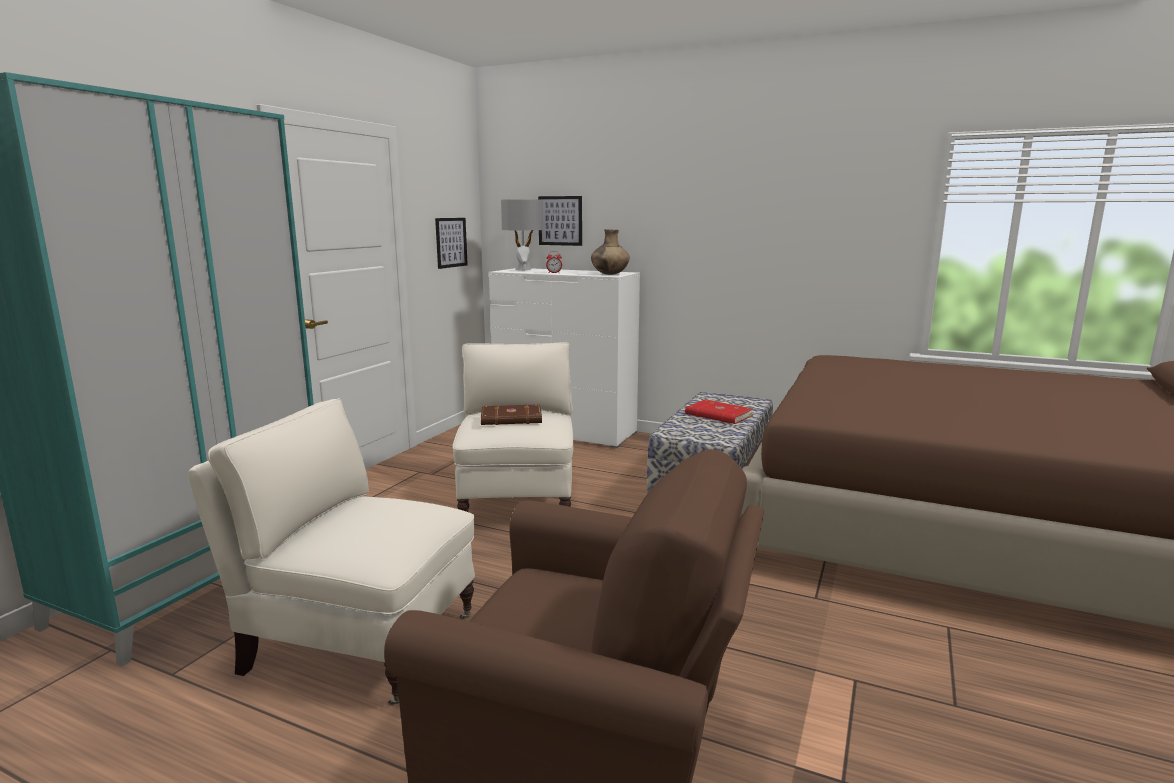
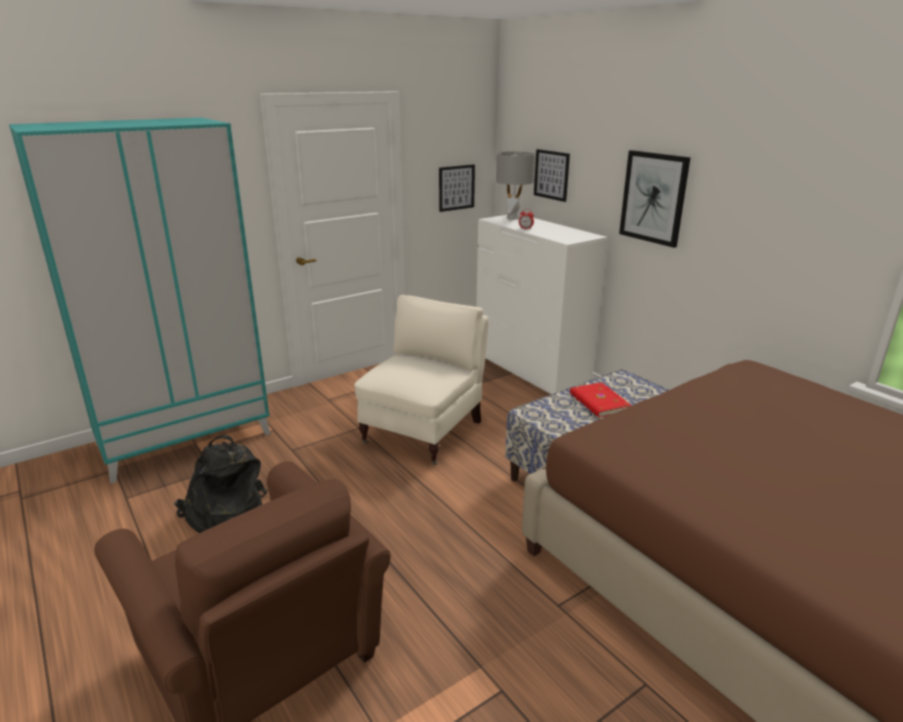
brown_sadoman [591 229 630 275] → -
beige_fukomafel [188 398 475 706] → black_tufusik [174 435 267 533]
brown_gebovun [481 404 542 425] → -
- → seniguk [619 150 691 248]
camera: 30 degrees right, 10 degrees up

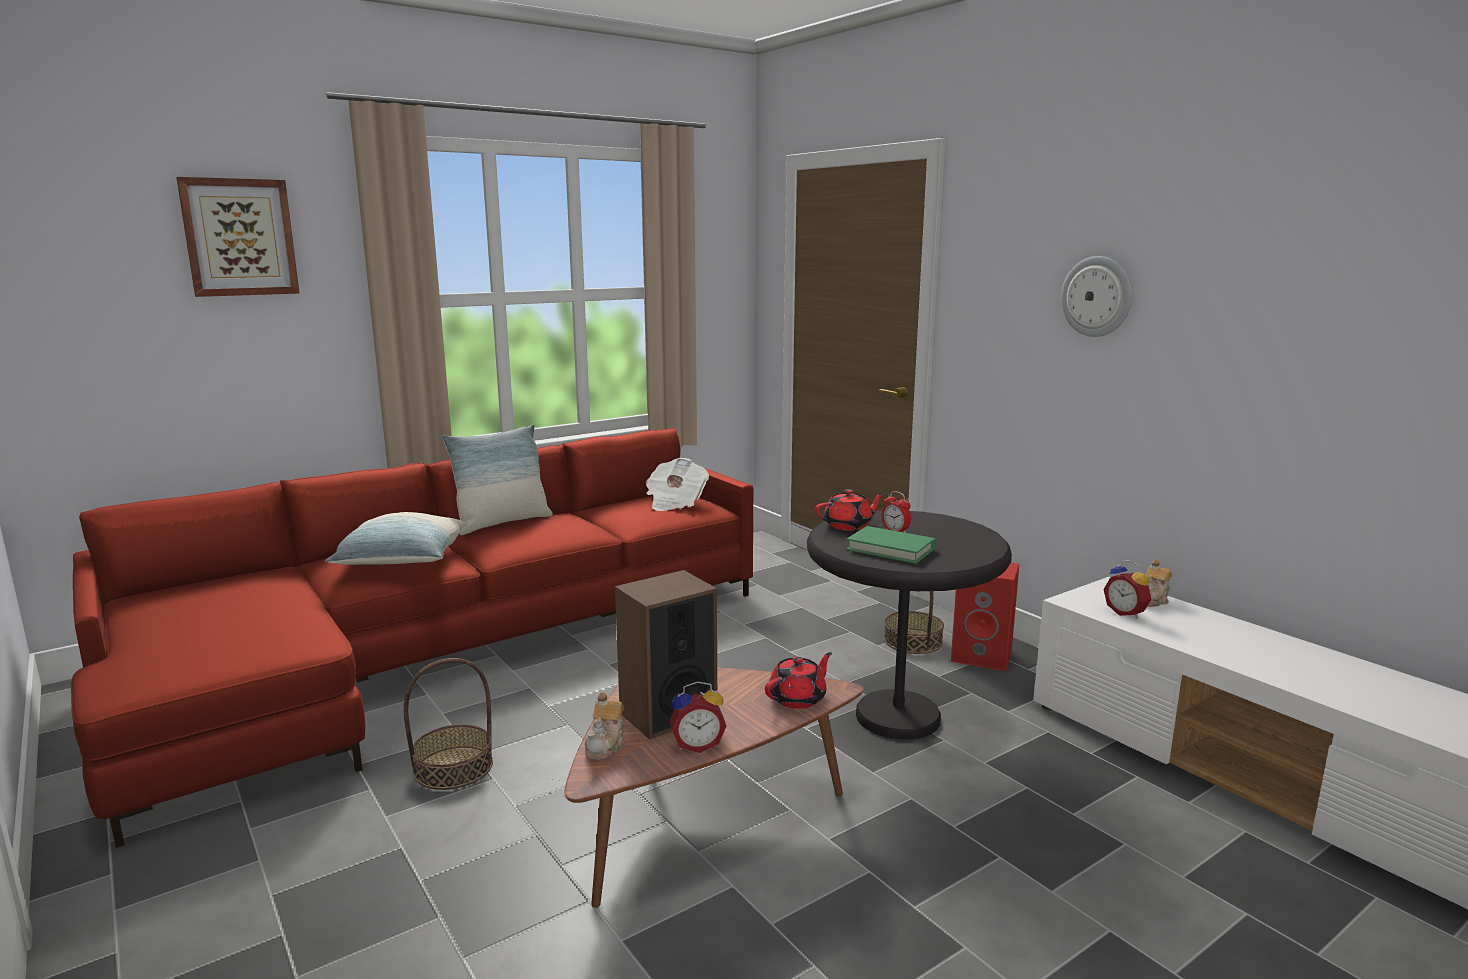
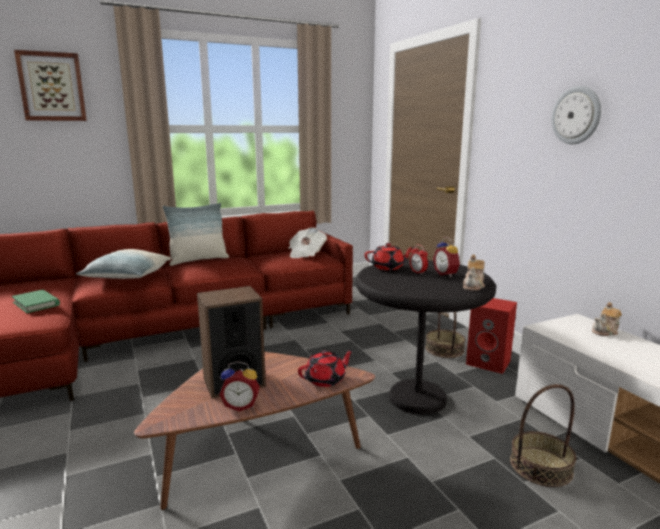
green_gebovun [846 526 936 564] → green_gebovun [12 290 60 313], move
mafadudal [1104 560 1152 619] → mafadudal [433 237 460 278], move
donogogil [404 658 493 790] → donogogil [510 384 576 487], move
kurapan [585 692 626 760] → kurapan [463 255 485 291], move
camera: 10 degrees right, 0 degrees up

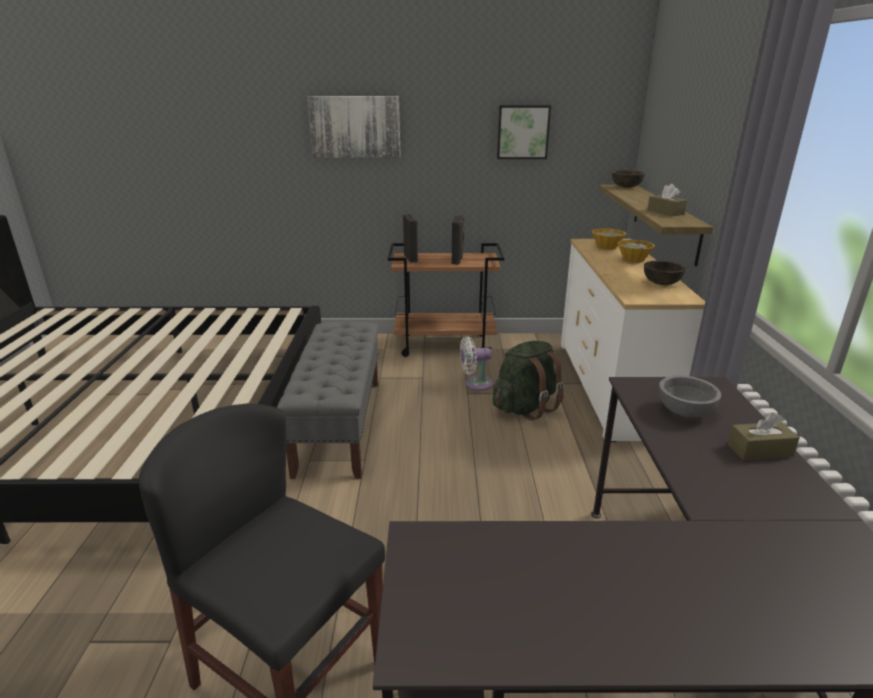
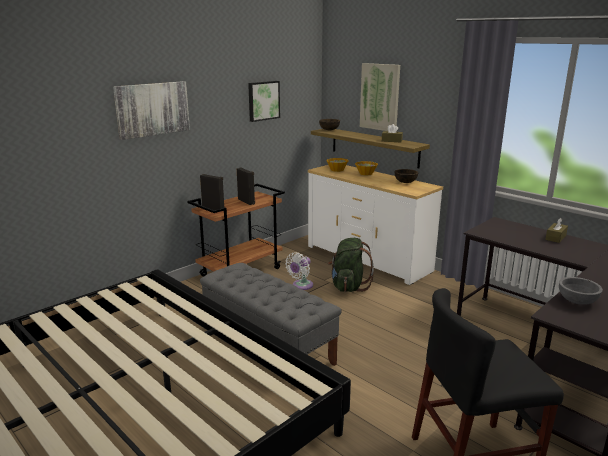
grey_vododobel [659 375 721 417] → grey_vododobel [559 277 603 305], move
- → seniguk [360 63 400 131]
camera: 45 degrees left, 5 degrees down

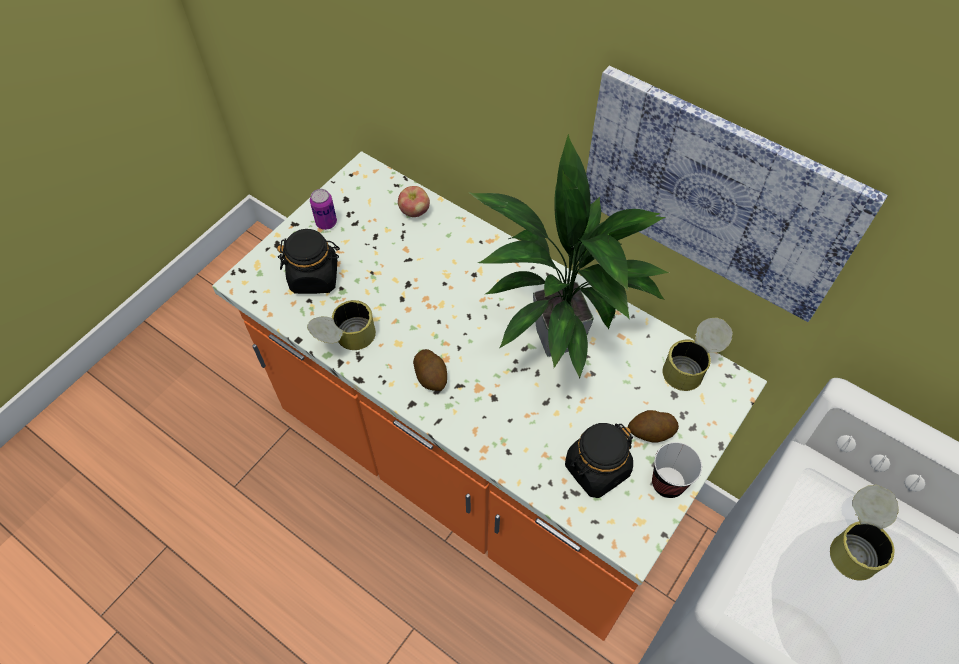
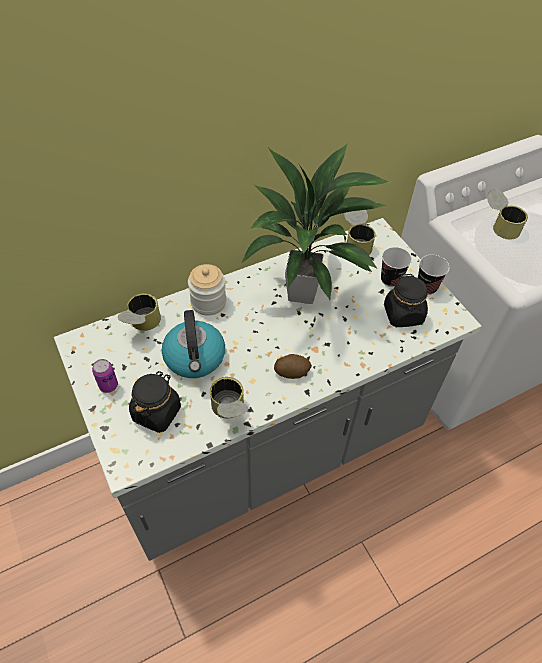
seniguk [586 66 888 322] → -
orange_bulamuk [212 151 767 641] → grey_bulamuk [54 218 481 561]
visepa [398 186 430 217] → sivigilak [118 293 161 331]
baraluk [628 410 679 442] → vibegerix [381 247 412 287]
- → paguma [188 264 226 316]
- → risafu [162 310 225 378]
camera: 65 degrees left, 5 degrees down

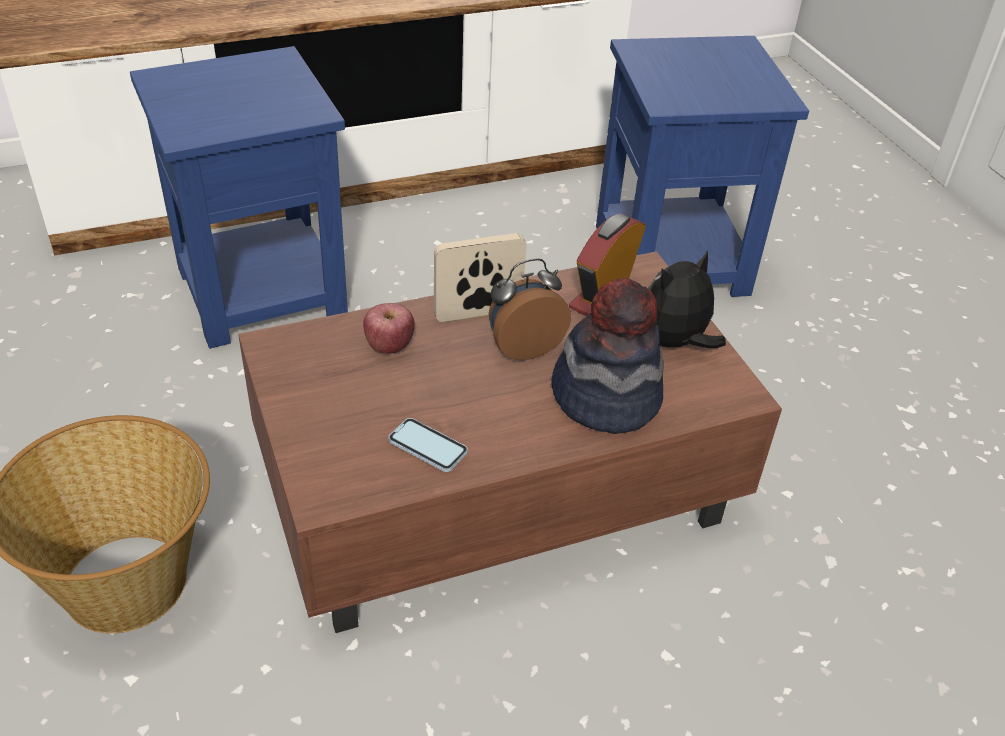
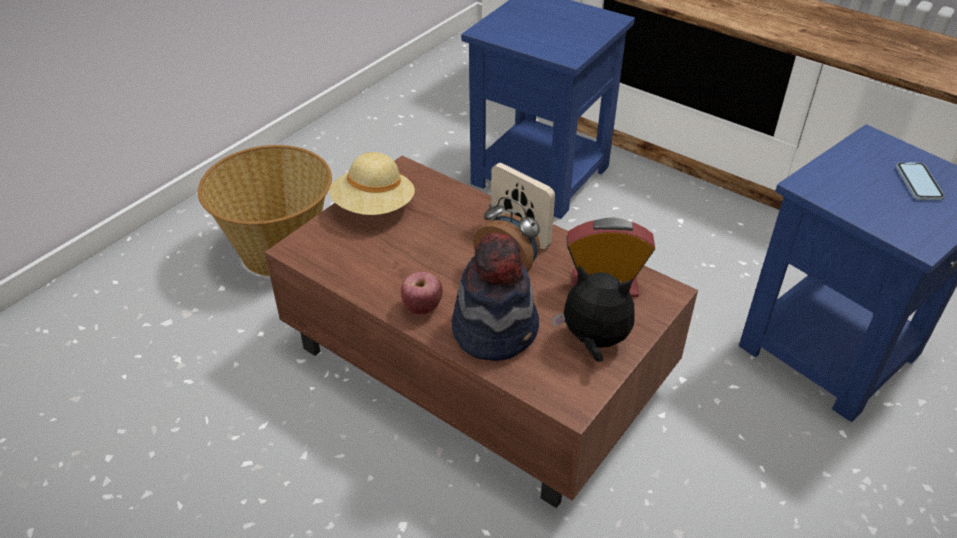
visepa [363 303 415 354] → visepa [401 272 443 314], move
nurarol [388 418 468 472] → nurarol [896 162 945 200], move
- → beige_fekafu [329 152 415 215]
camera: 60 degrees right, 0 degrees up

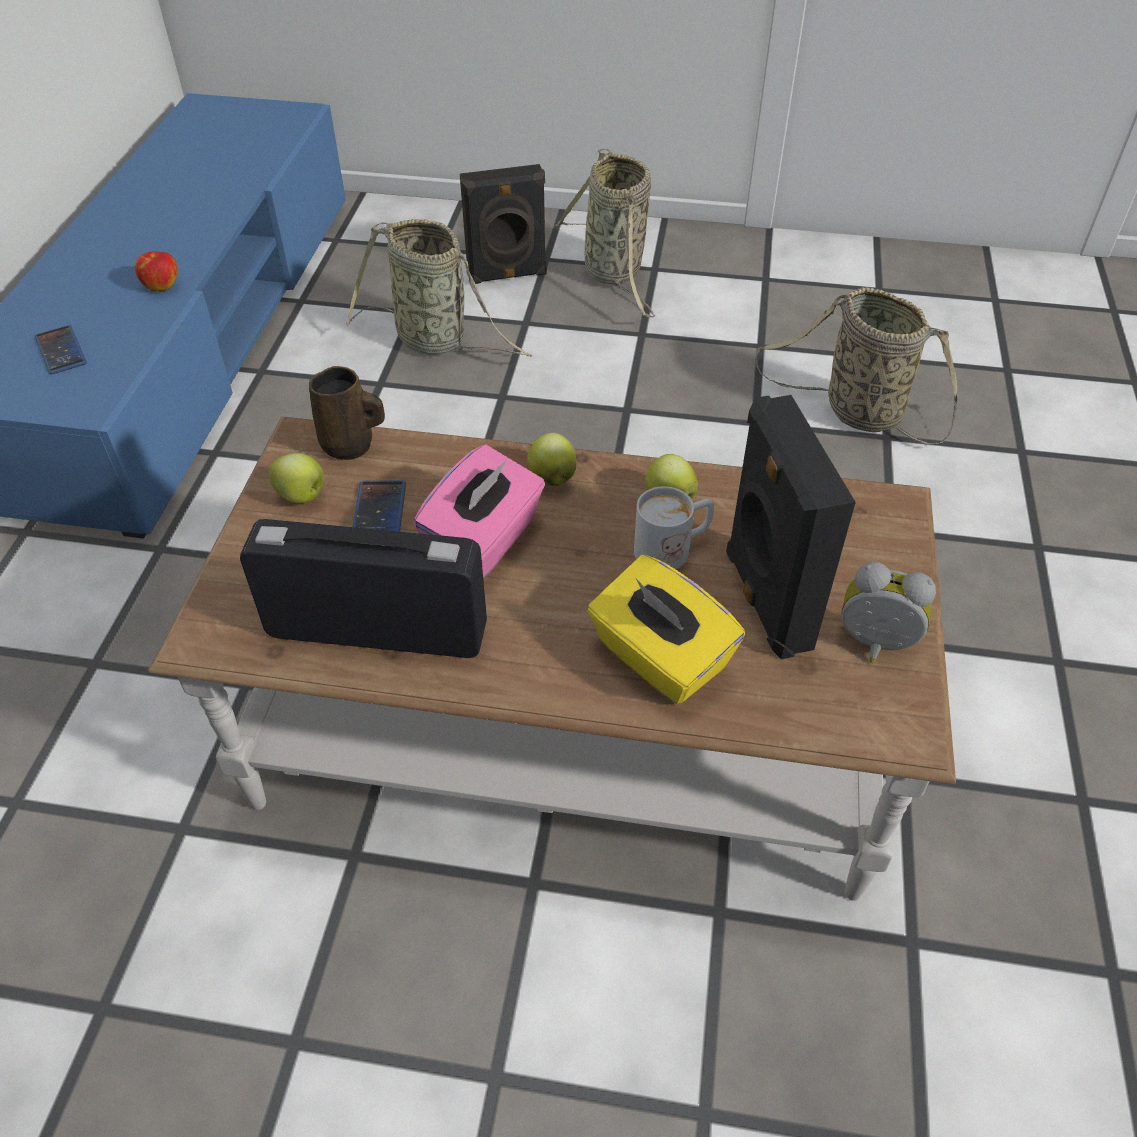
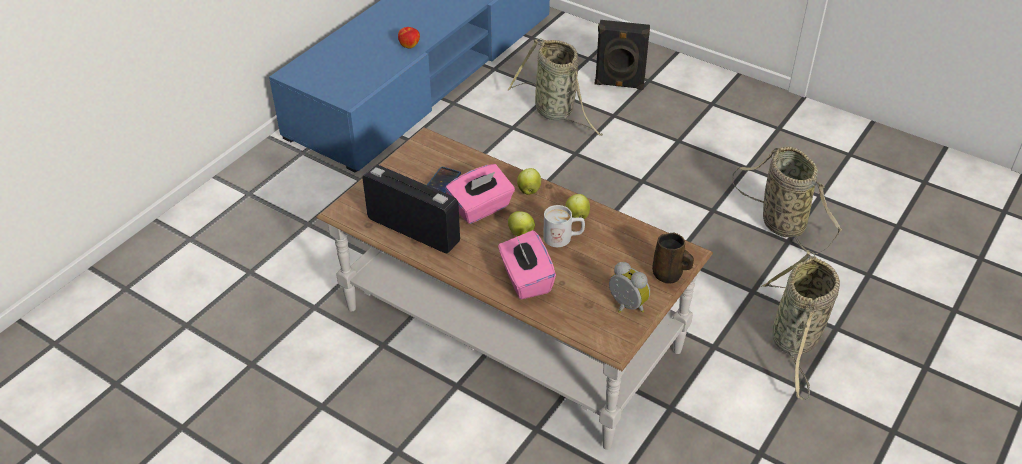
donogogil [555 149 656 317] → donogogil [761 250 840 400], move
nurarol [35 325 87 374] → -
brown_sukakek [309 366 385 460] → brown_sukakek [652 232 694 284], move
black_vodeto [726 395 856 659] → -
visepa [269 453 324 503] → visepa [508 211 535 236], move
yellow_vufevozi [587 555 745 704] → pink_vufevozi [498 230 556 300]
camera: 25 degrees right, 5 degrees down

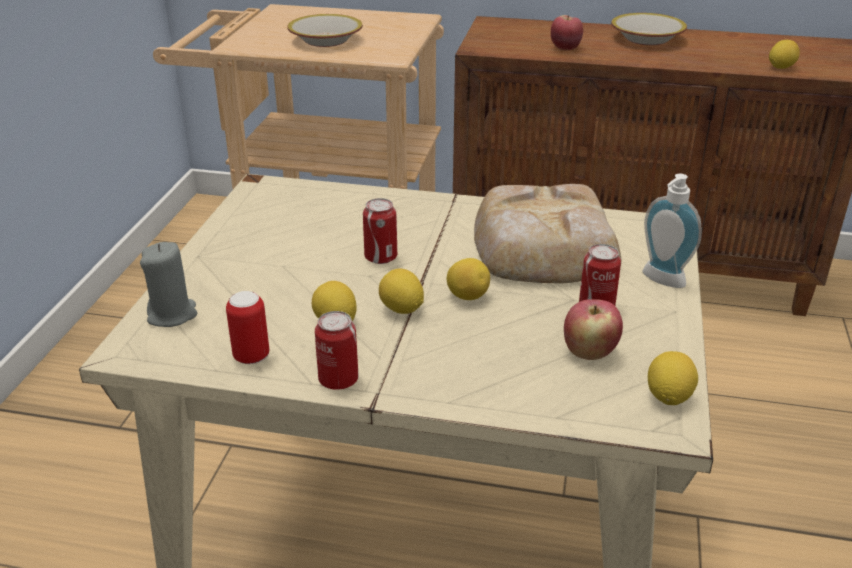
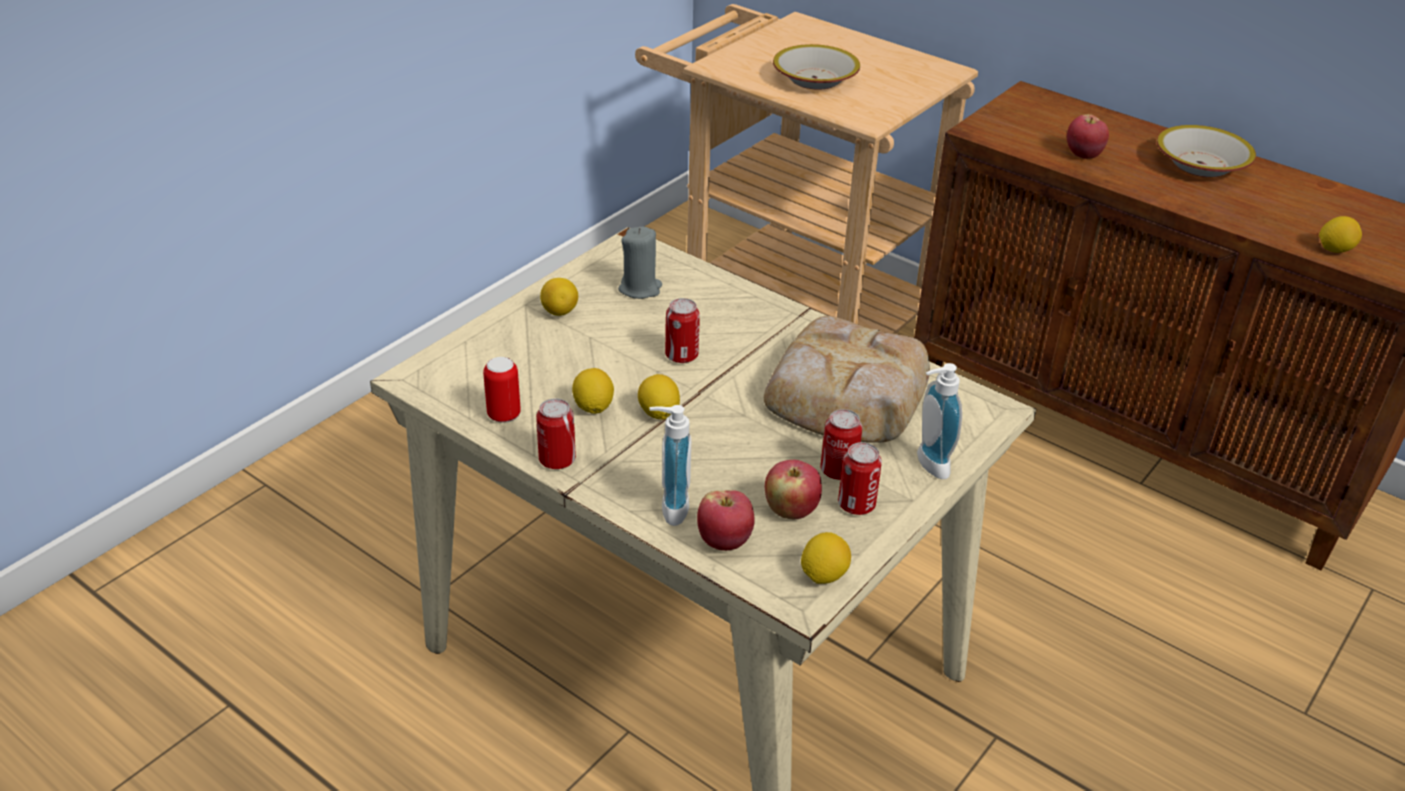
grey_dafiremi [140 242 197 327] → grey_dafiremi [618 227 662 299], move
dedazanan [447 258 490 300] → dedazanan [540 278 578 316], move
- → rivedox [649 405 691 526]
- → sivigilak [838 442 882 515]
- → visepa [697 490 755 551]
camera: 25 degrees right, 5 degrees up

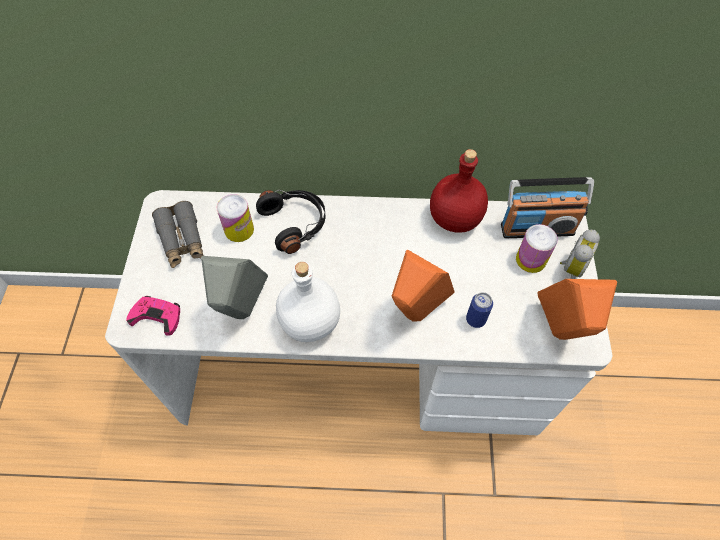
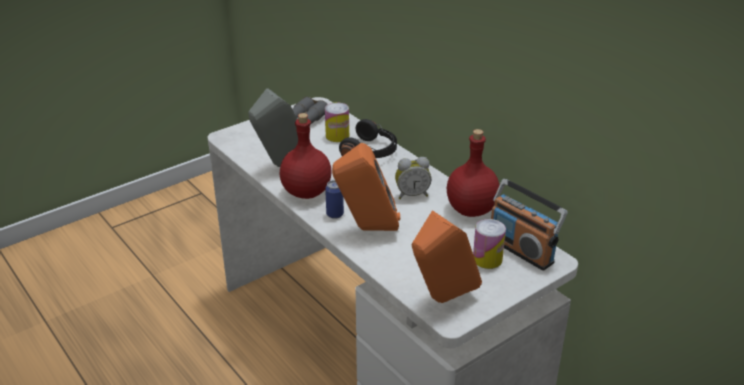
mafadudal [560 230 600 279] → mafadudal [395 157 431 199], move
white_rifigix [276 262 340 342] → red_rifigix [280 113 332 199]
sivigilak [466 292 493 328] → sivigilak [325 180 344 219], move
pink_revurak [126 296 180 336] → -
camera: 50 degrees right, 25 degrees down

